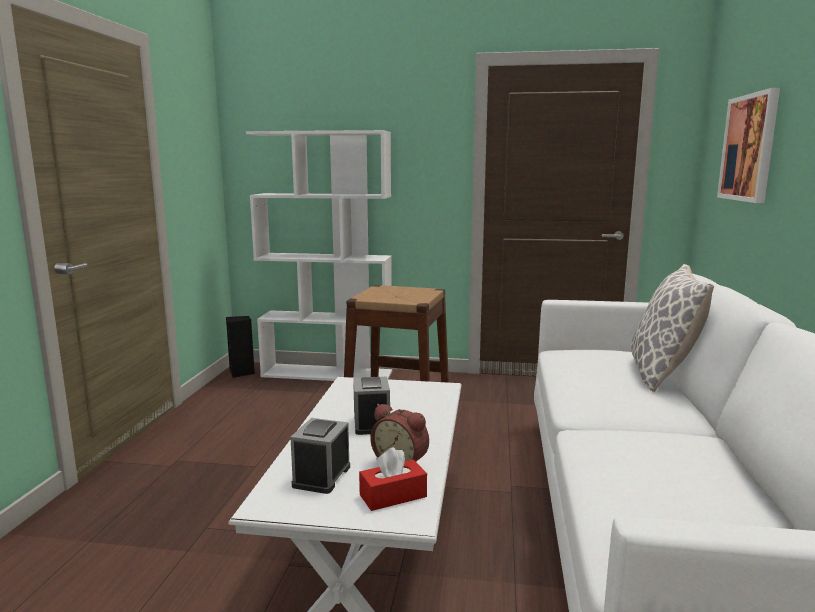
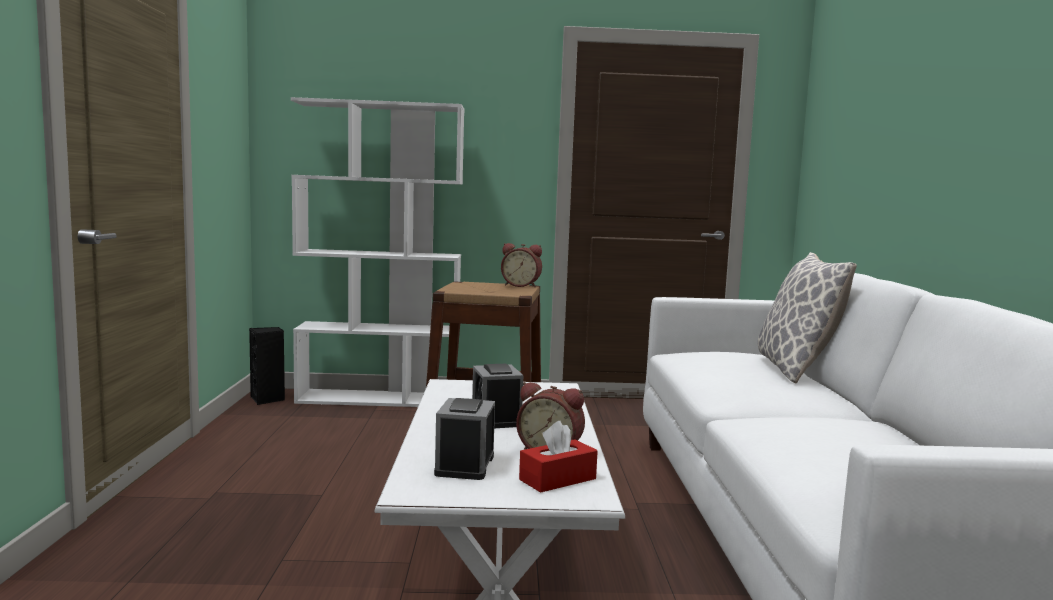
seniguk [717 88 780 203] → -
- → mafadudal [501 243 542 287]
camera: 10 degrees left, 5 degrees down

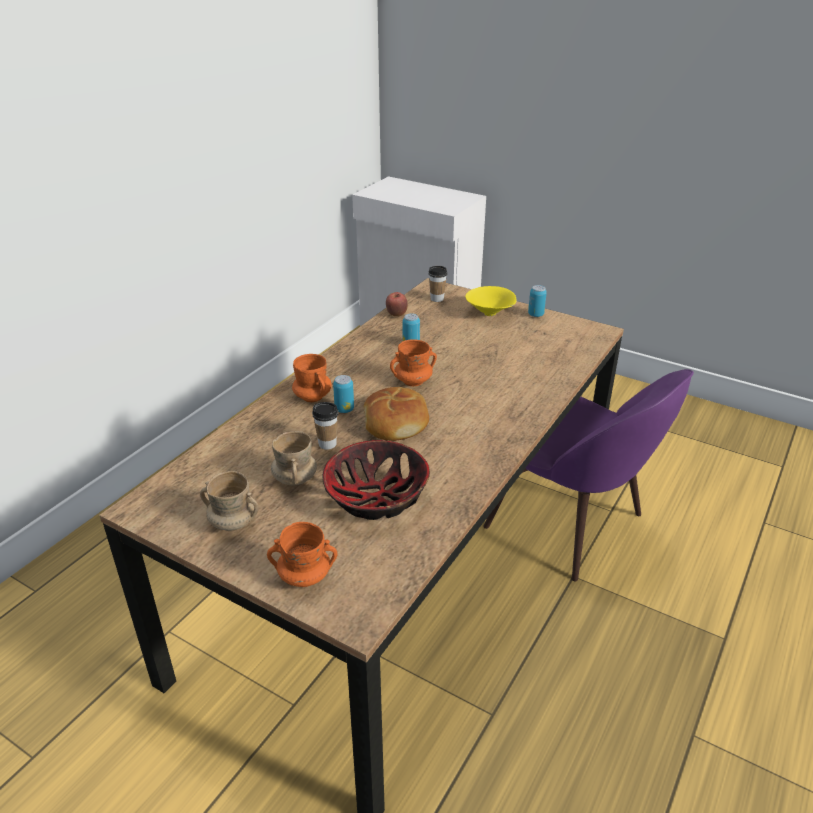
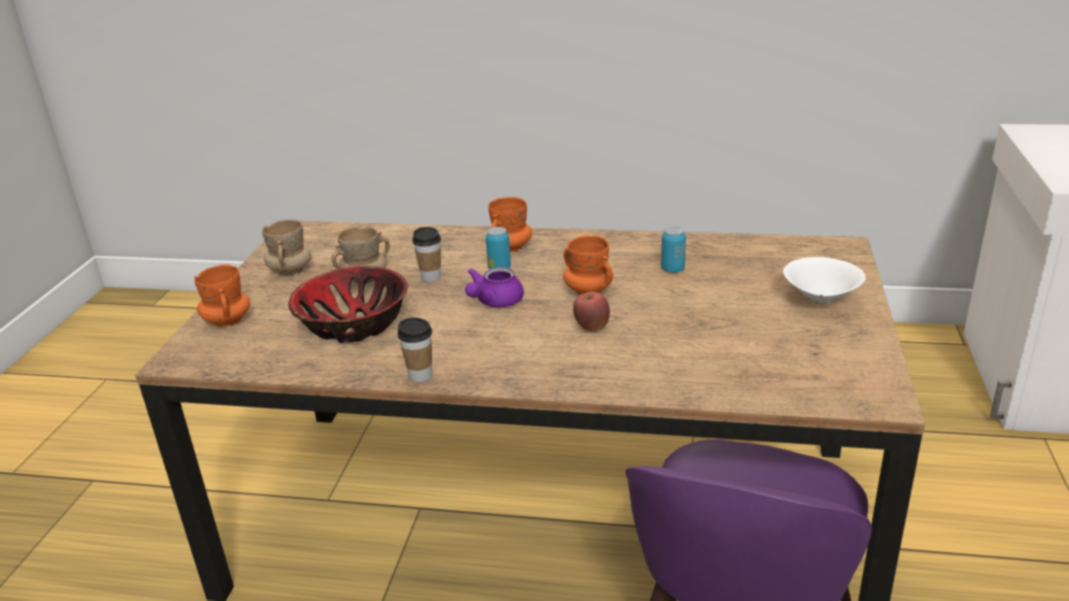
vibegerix [428 266 447 302] → vibegerix [398 317 432 382], move
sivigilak [528 285 547 317] → -
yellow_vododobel [465 286 516 316] → white_vododobel [783 257 866 304]
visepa [386 292 408 317] → visepa [573 292 610 331], move
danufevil [364 387 429 441] → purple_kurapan [465 267 524 307]
camera: 70 degrees right, 5 degrees down

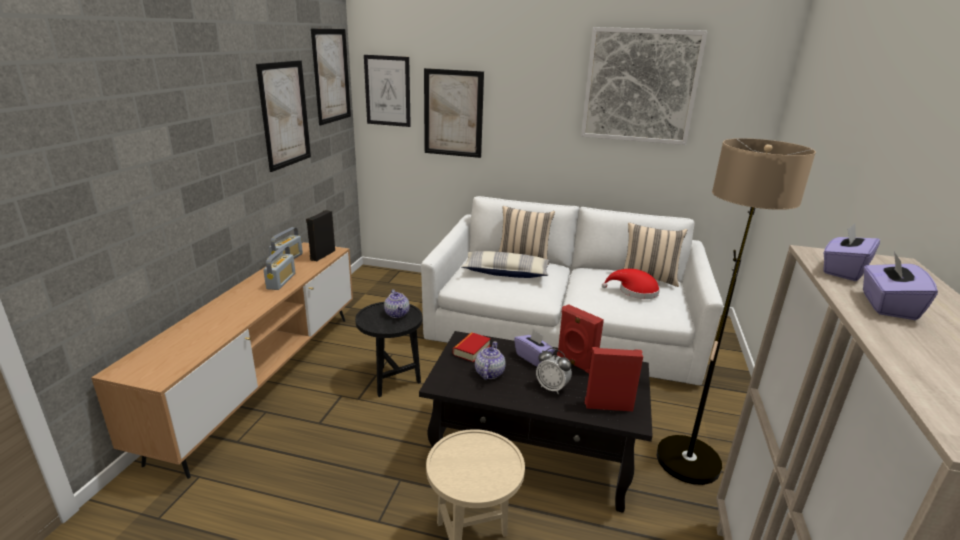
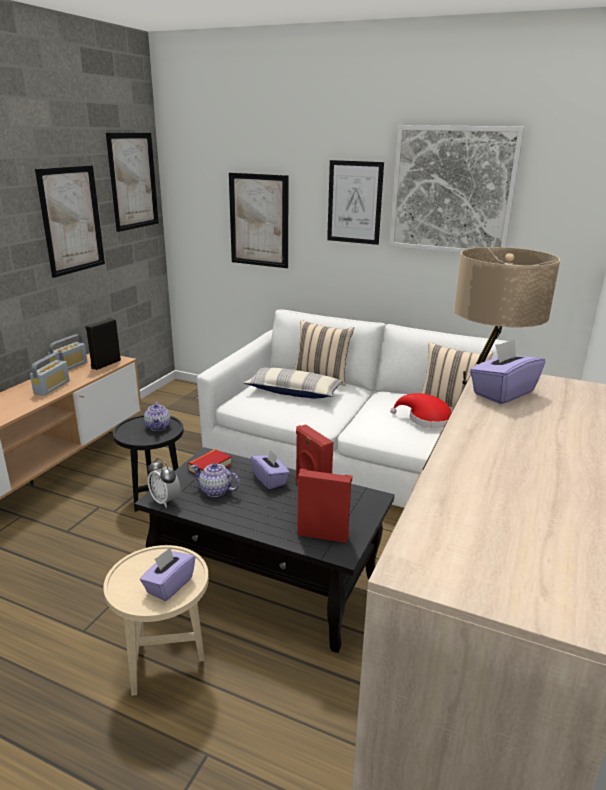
seniguk [364 55 411 127] → seniguk [327 160 384 245], move
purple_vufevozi [863 251 938 320] → purple_vufevozi [140 547 195 601], move
kurapan [475 342 506 380] → kurapan [191 463 240 497], 90 degrees counterclockwise
mafadudal [536 348 572 394] → mafadudal [148 458 180 508], move
camera: 10 degrees right, 0 degrees up

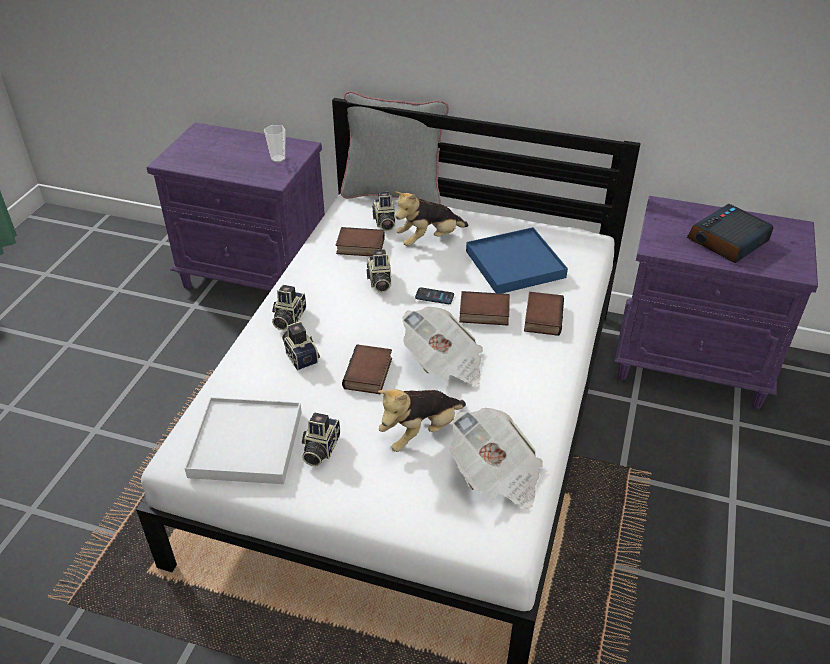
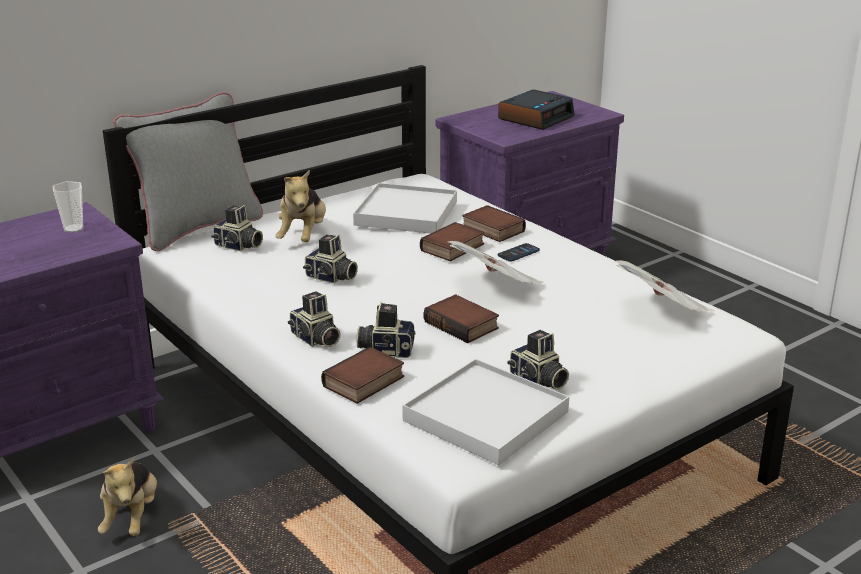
mafadudal [687 204 774 263] → mafadudal [498 90 575 130], 135 degrees counterclockwise
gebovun [336 227 385 257] → gebovun [321 347 404 404], move
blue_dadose [466 227 568 294] → white_dadose [353 183 457 234]
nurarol [415 287 454 304] → nurarol [498 243 540 262], move
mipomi [378 389 466 452] → mipomi [98 457 157 536], move
camera: 55 degrees left, 15 degrees down

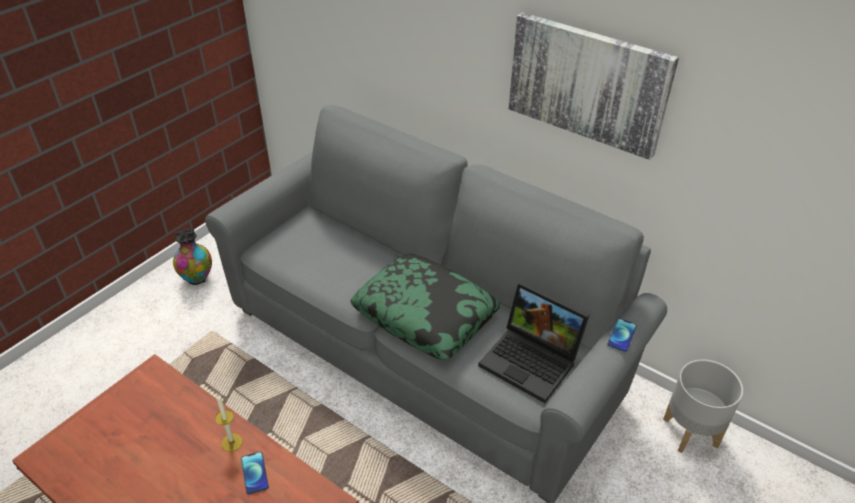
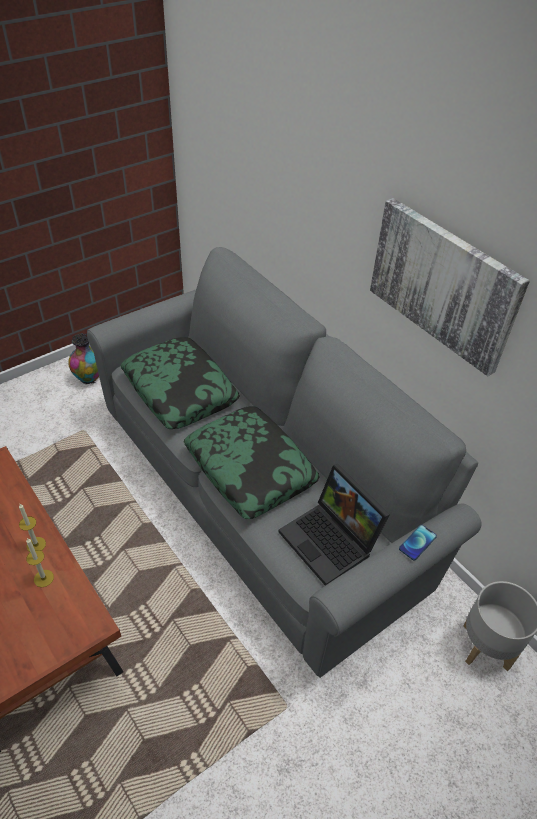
nurarol [241 452 269 494] → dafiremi [26 538 54 587]
- → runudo [120 337 240 429]
camera: 15 degrees right, 5 degrees up

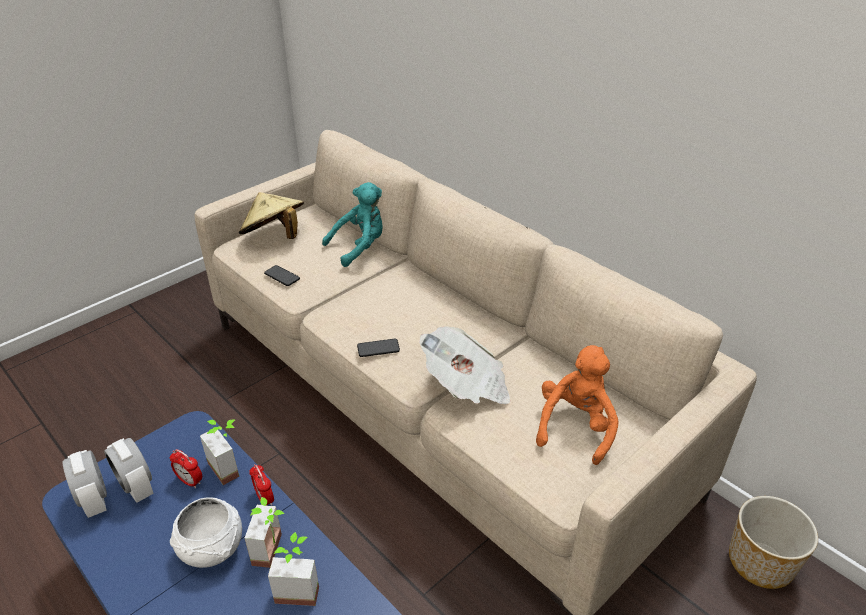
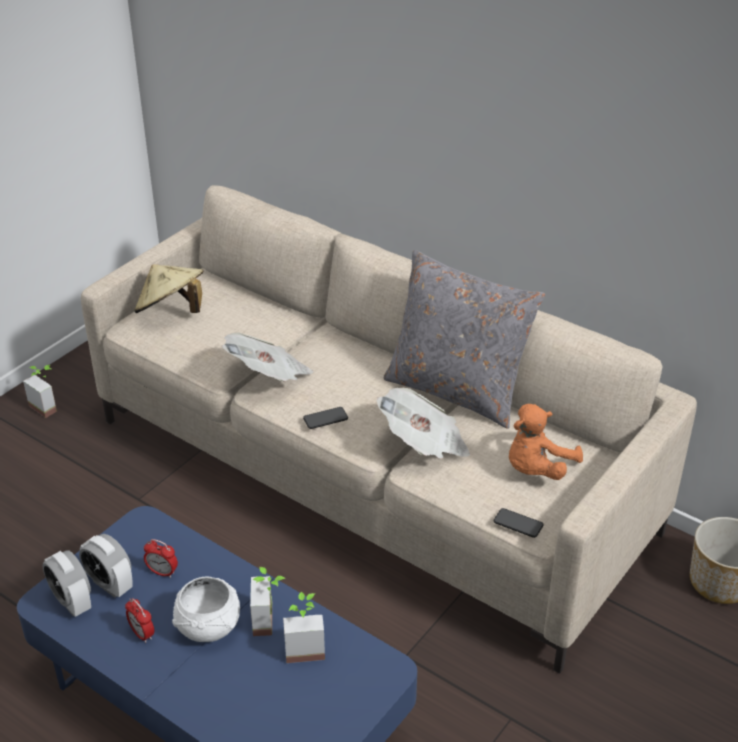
turquoise_mipomi [322 182 382 267] → -
nurarol [264 265 300 286] → nurarol [494 508 543 538], move
orange_mipomi [536 345 619 465] → orange_mipomi [509 404 583 480], 150 degrees counterclockwise
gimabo [200 420 239 485] → gimabo [23 365 57 418], move
mafadudal [249 464 274 506] → mafadudal [125 598 154 643], move
- → grey_runudo [384 250 545 429]
- → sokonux [221 332 314 382]
camera: 10 degrees left, 0 degrees up

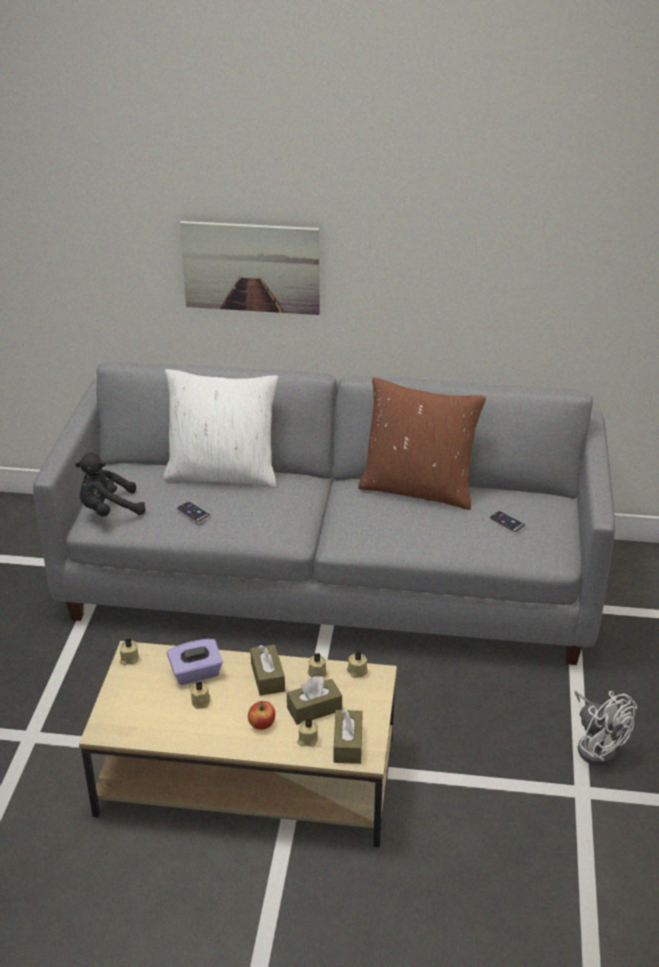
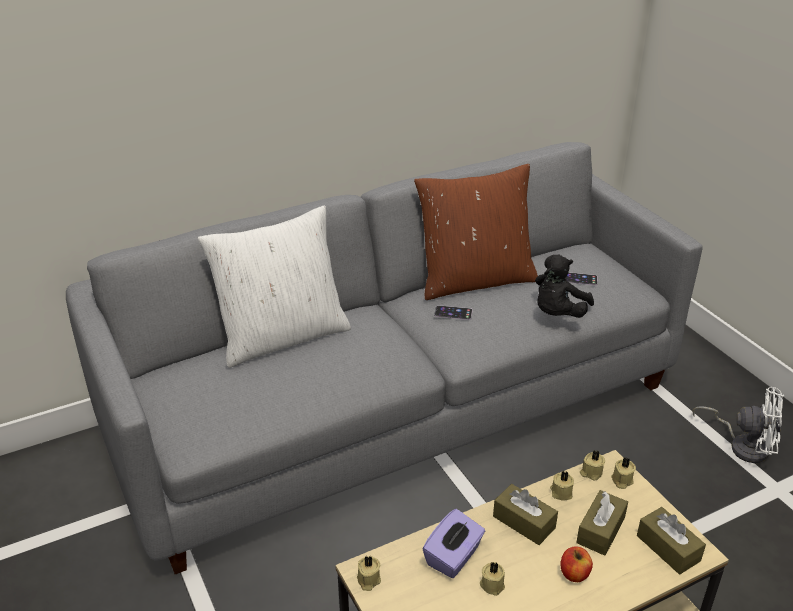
seniguk [180 221 320 315] → -
black_mipomi [75 453 146 517] → black_mipomi [535 254 594 318], move
nurarol [177 501 211 523] → nurarol [434 305 473 320], move
beige_dafiremi [297 718 318 746] → beige_dafiremi [611 458 636 489], move
camera: 35 degrees left, 0 degrees up

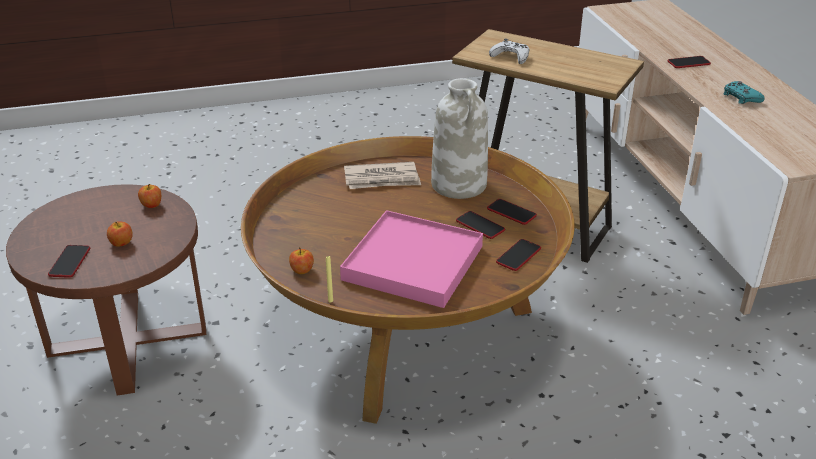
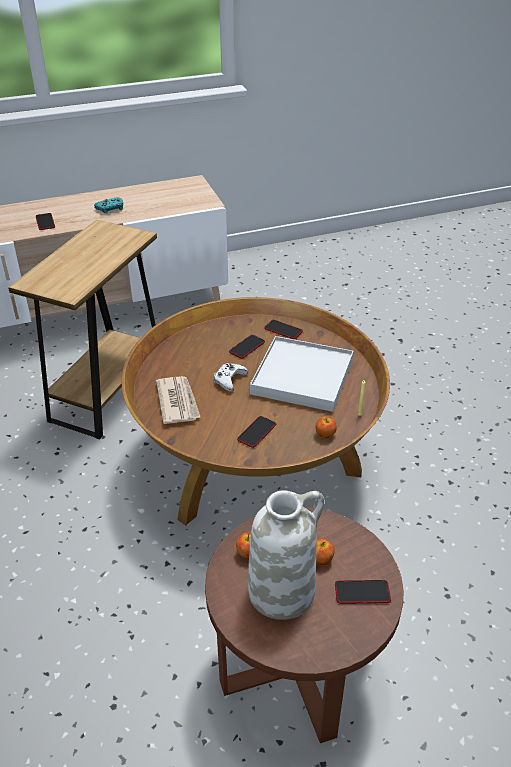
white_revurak [489 38 530 64] → white_revurak [214 363 248 392], move
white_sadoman [431 78 488 199] → white_sadoman [248 490 325 620], move
nurarol [487 199 537 225] → nurarol [237 416 276 448], move
pink_dadose [340 210 483 308] → white_dadose [250 336 354 412]
camera: 95 degrees left, 5 degrees up

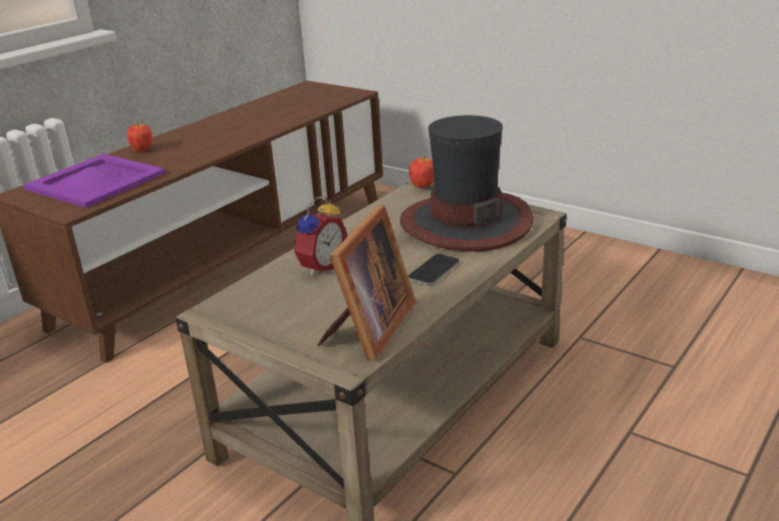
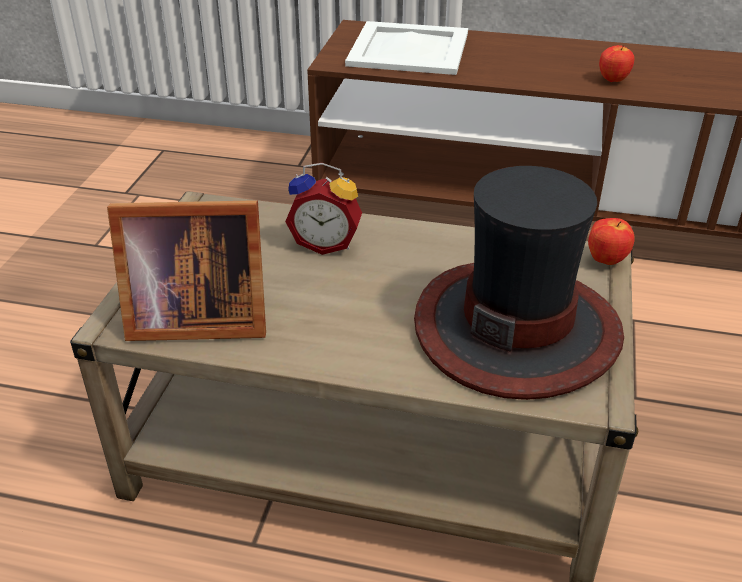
visepa [127 123 153 152] → visepa [599 45 634 82], move
purple_dadose [23 154 166 208] → white_dadose [345 21 468 75]
nurarol [408 254 459 285] → -
camera: 65 degrees right, 10 degrees up

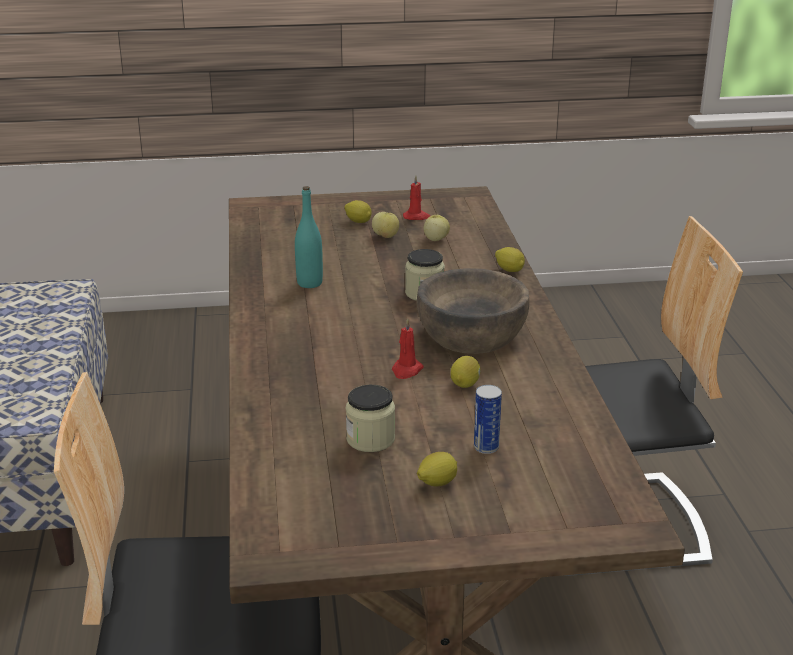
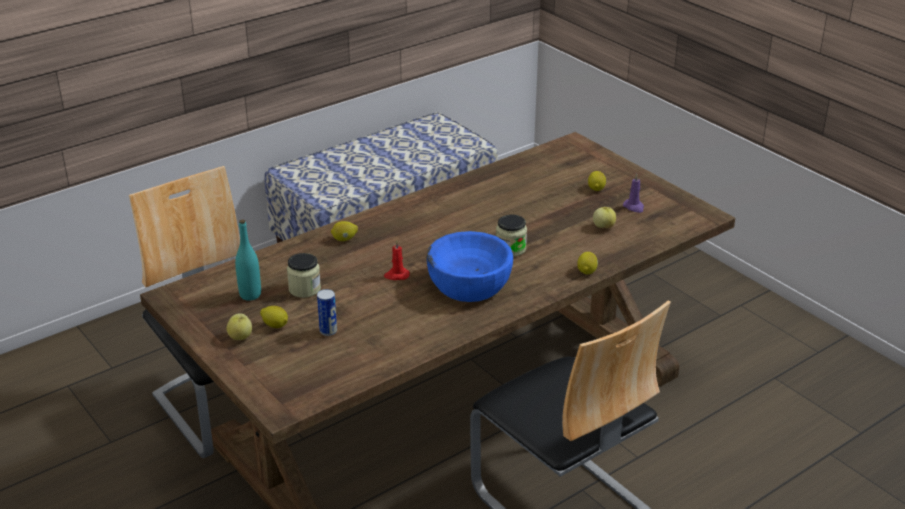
red_dafiremi [403 176 430 220] → purple_dafiremi [623 174 644 213]
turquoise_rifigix [295 186 323 288] → turquoise_rifigix [235 219 261 301], move
visepa [372 212 399 238] → visepa [226 313 252 340], move
brown_vododobel [417 268 529 354] → blue_vododobel [426 231 513 302]
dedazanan [450 356 480 388] → dedazanan [331 221 358 241], move
camera: 60 degrees right, 5 degrees up

